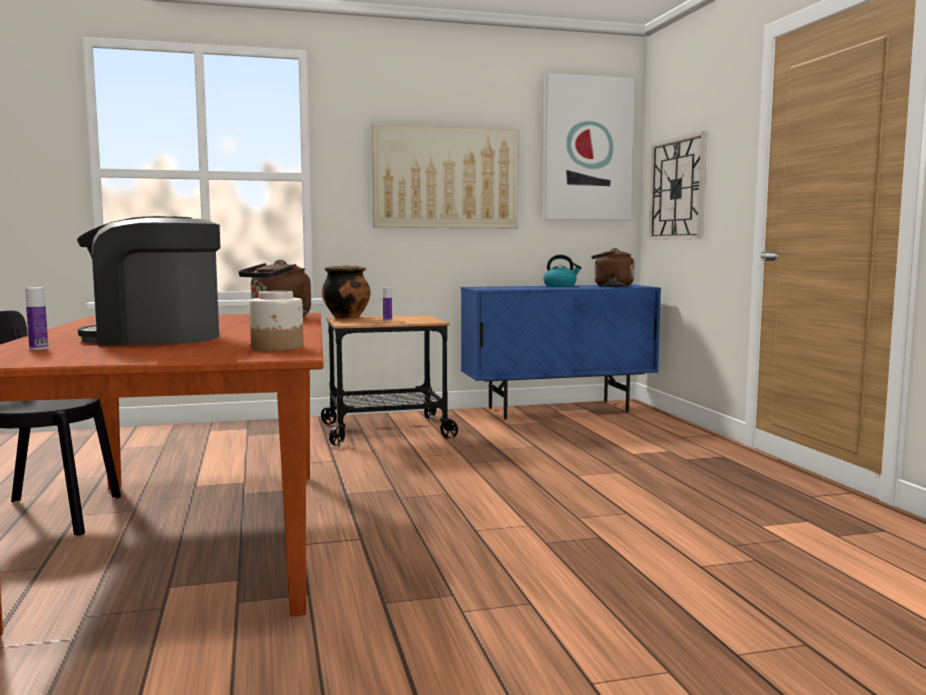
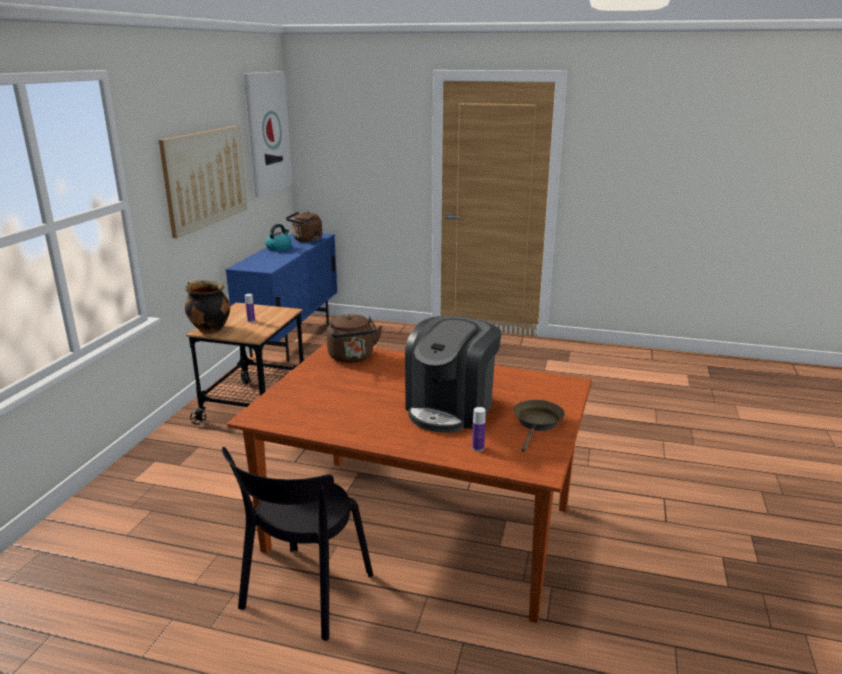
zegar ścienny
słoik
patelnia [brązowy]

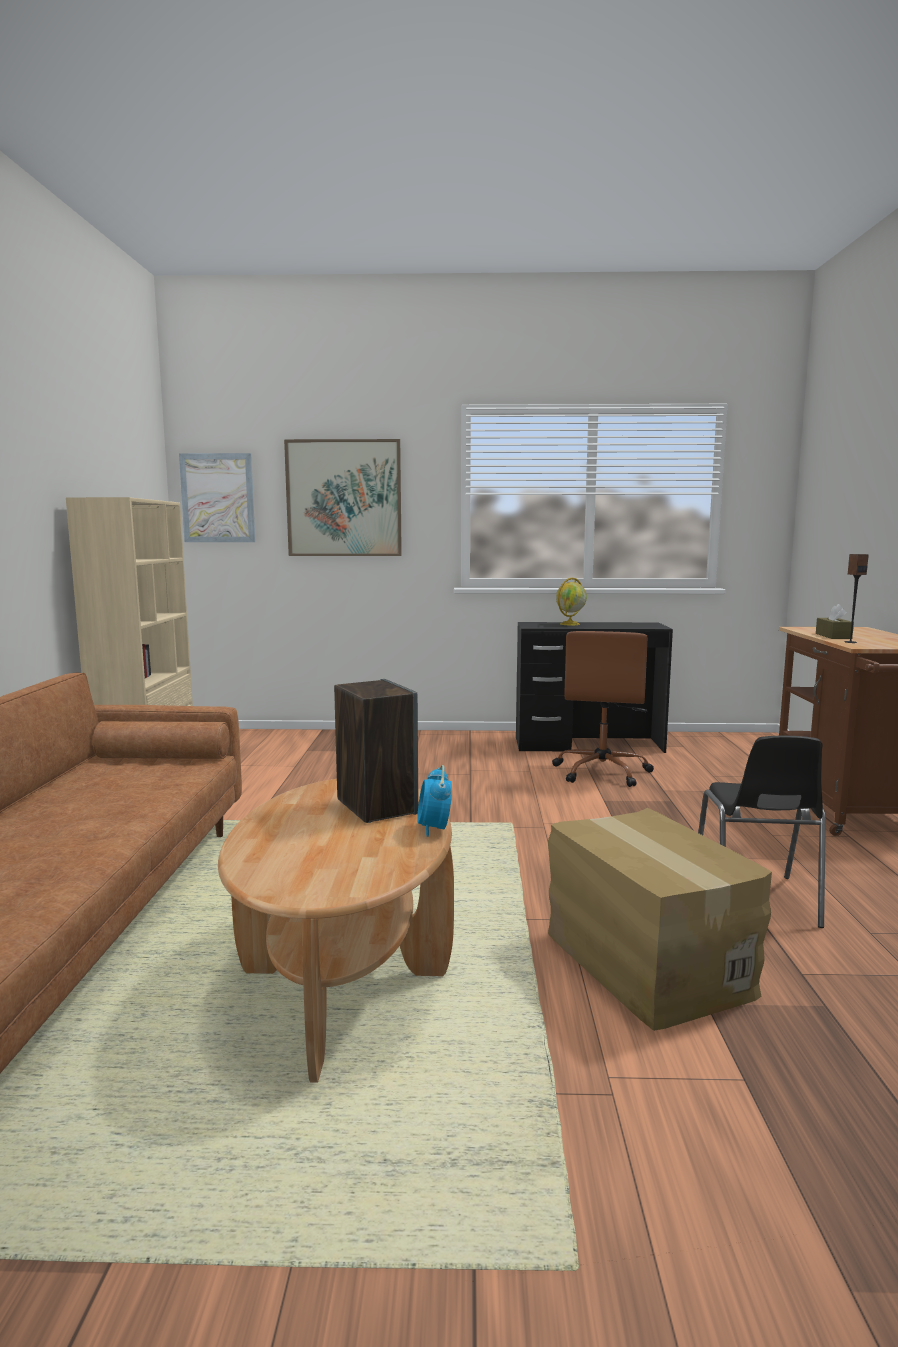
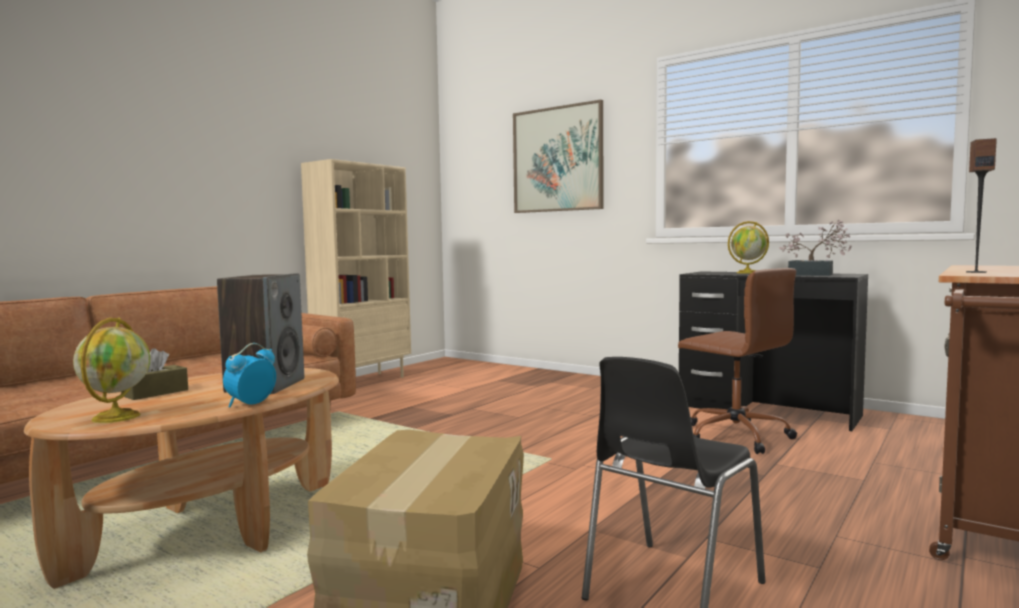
obraz (no. 1 from left in the first image)
pudełko chusteczek [brązowy]
krzesło biurowe [brązowy]
roślina doniczkowa
globus (no. 1 from left)

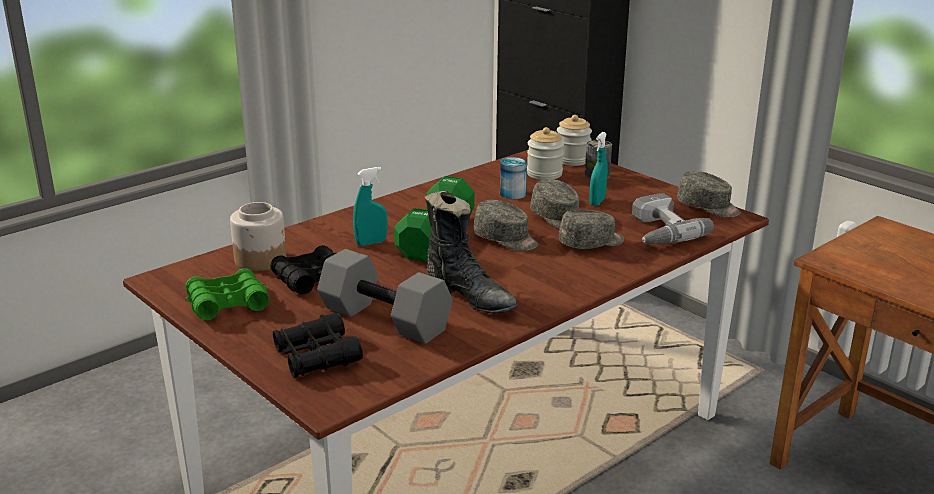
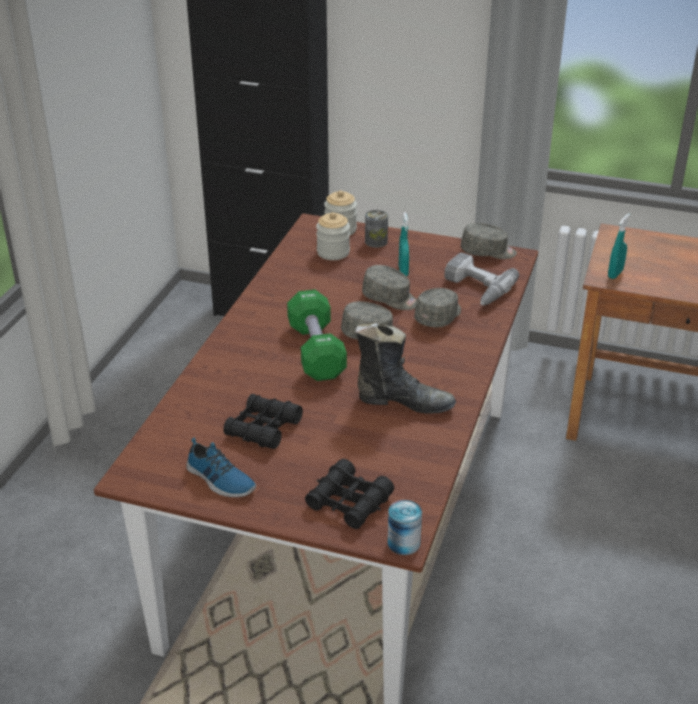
puszka (no. 2 from left)
spryskiwacz [turkusowy] (no. 2 from left)
słoik (no. 1 from left in the first image)
hantel [szary]
but

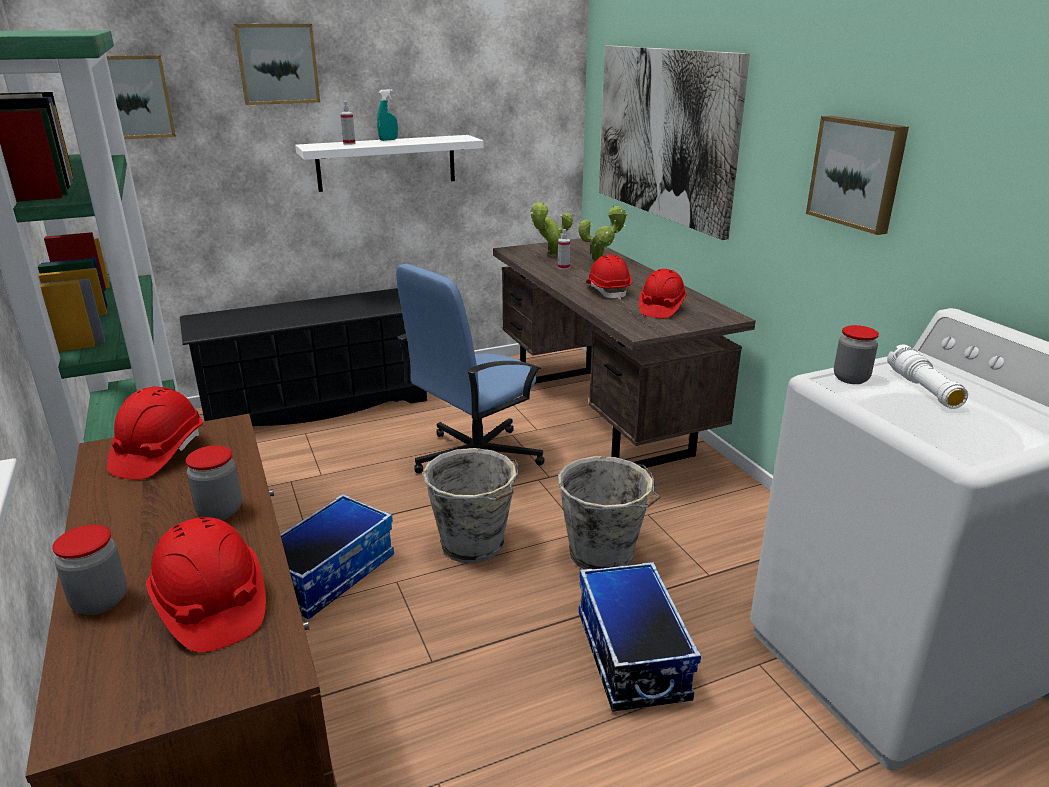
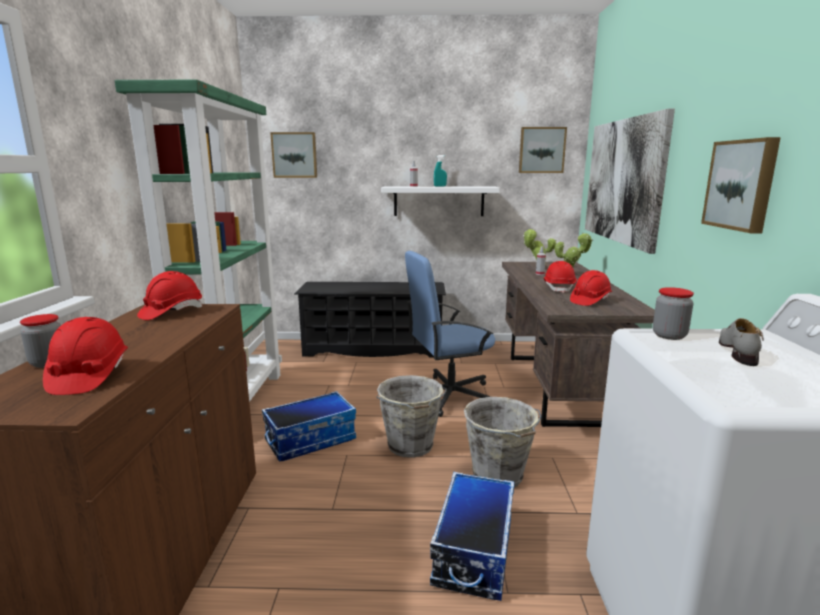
obraz (no. 2 from left)
but [szary]
słoik (no. 2 from left in the first image)

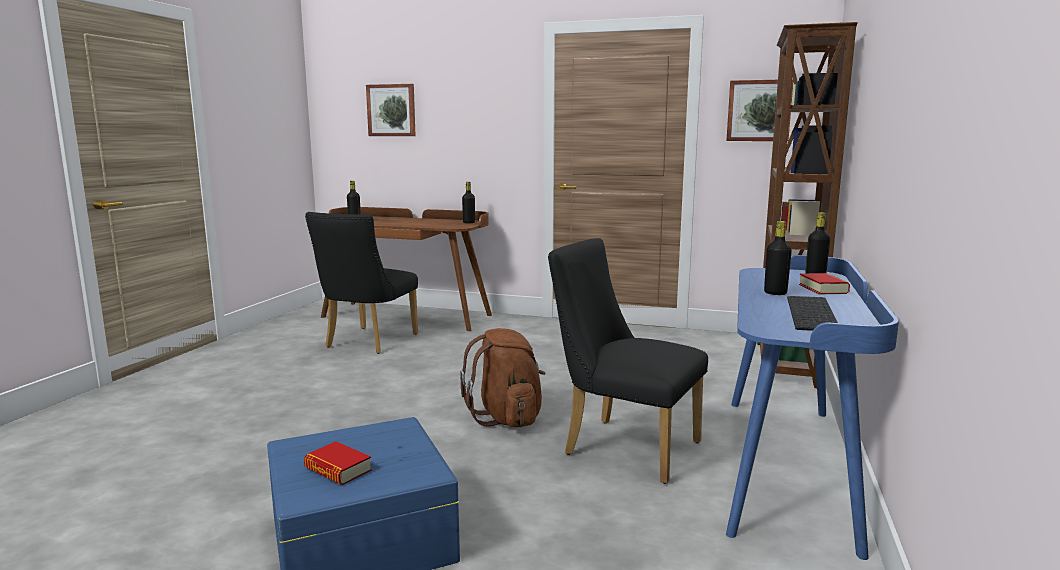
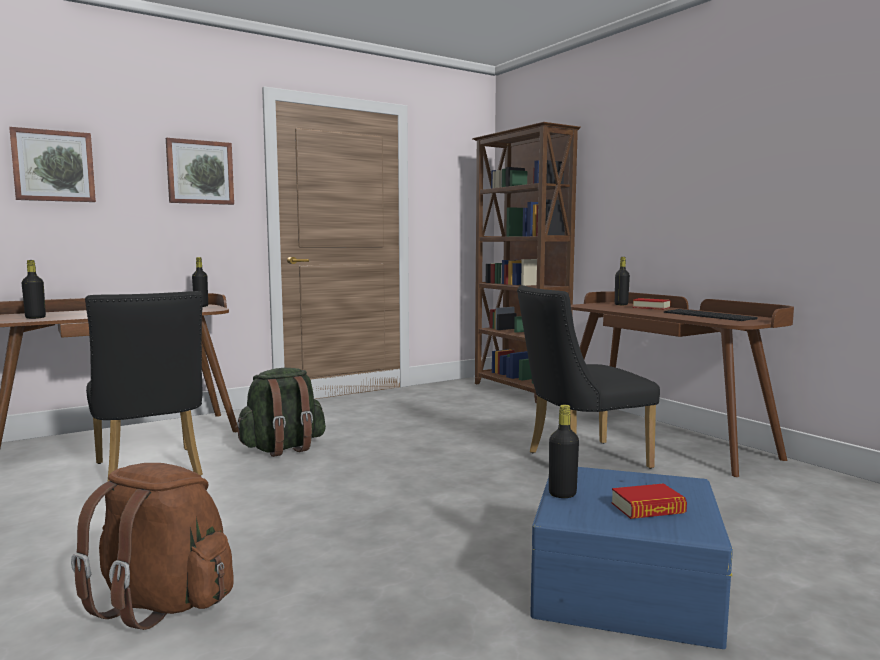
obraz (no. 2 from left)
butelka [czarny] (no. 3 from left)
biurko [brązowy] (no. 2 from left)
plecak [brązowy]
plecak [zielony]

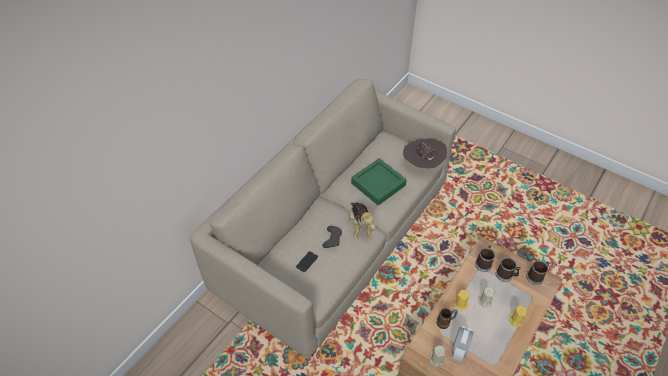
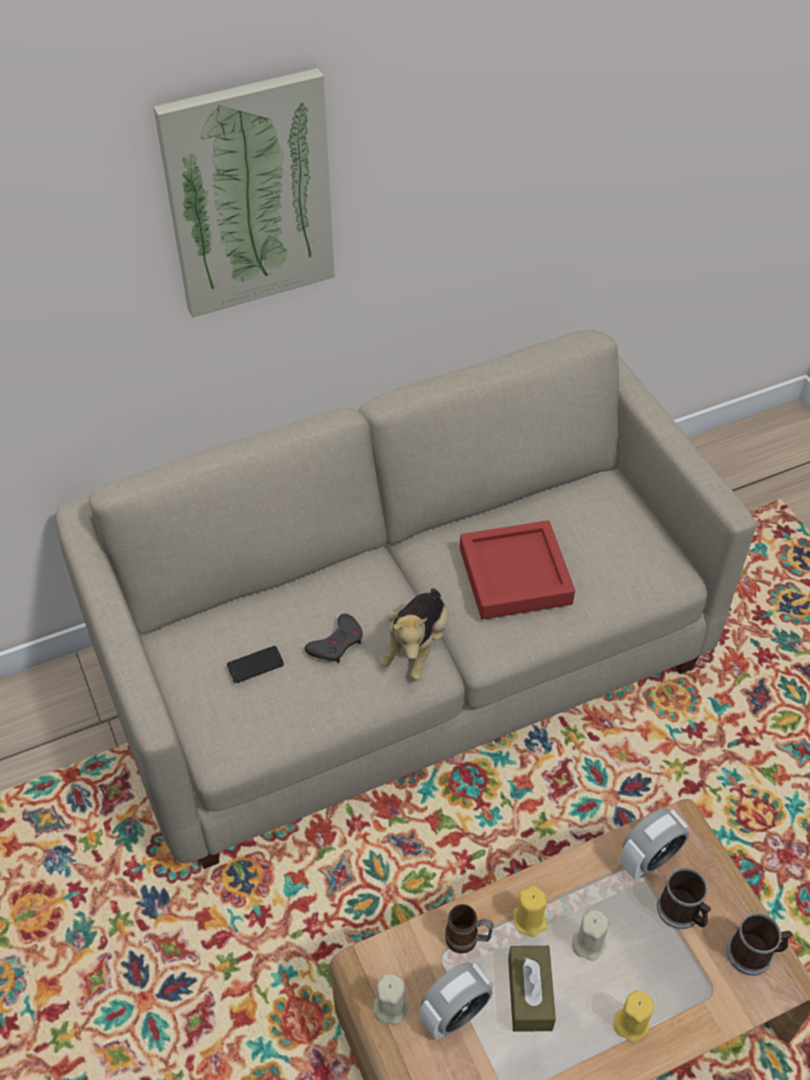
kapelusz [brązowy]
taca [czerwony]
budzik (no. 2 from left)
obraz
pudełko chusteczek [brązowy]

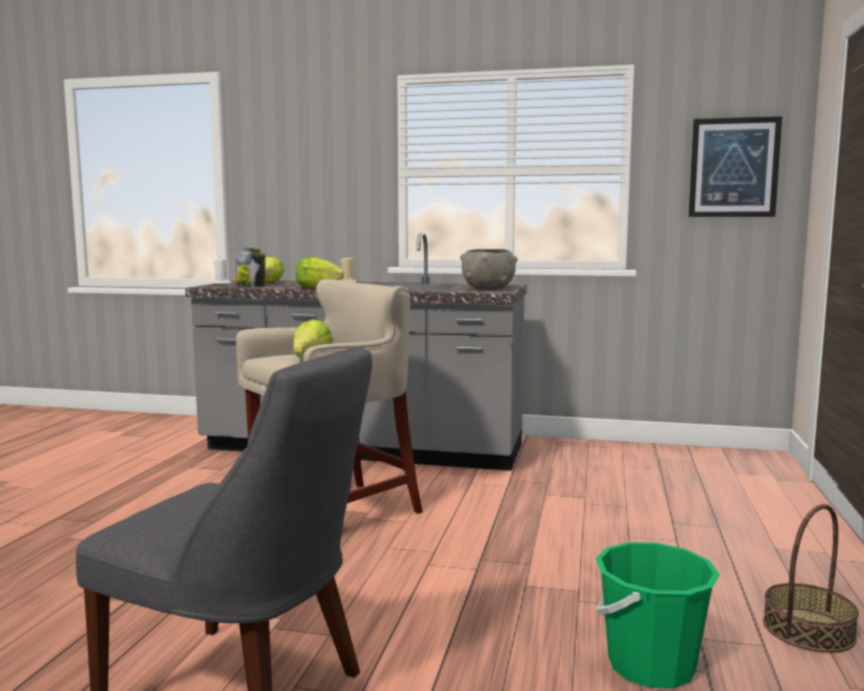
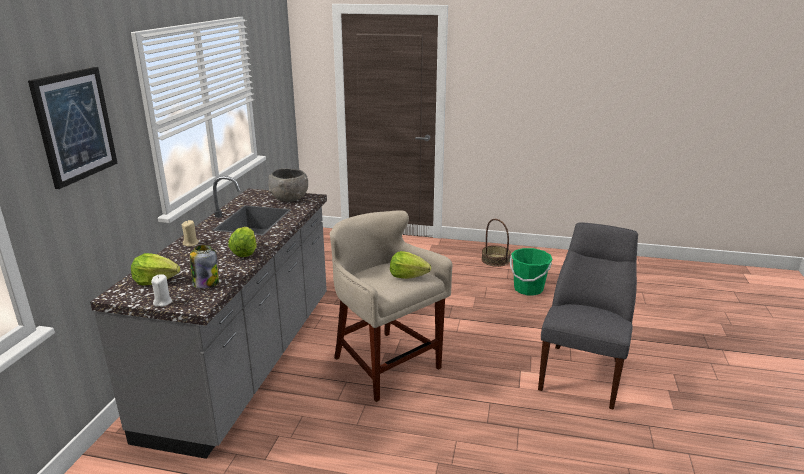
obraz

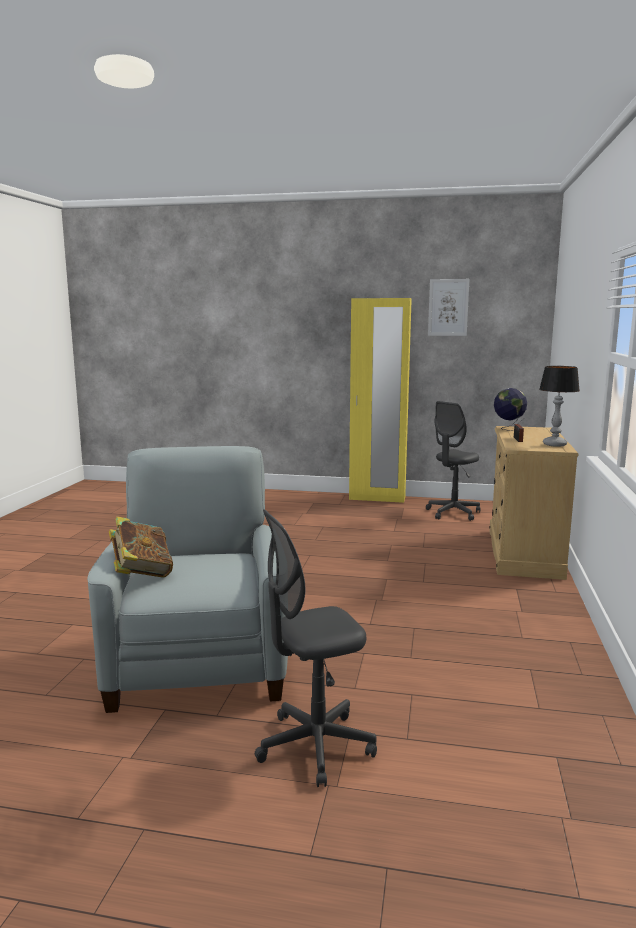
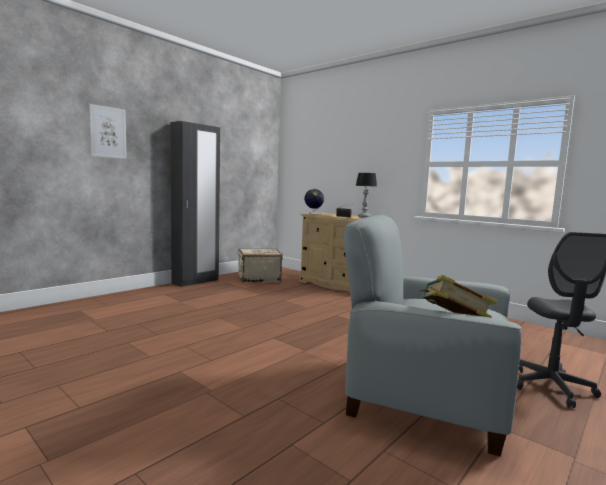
obraz
szafa [czarny]
walizka [beżowy]

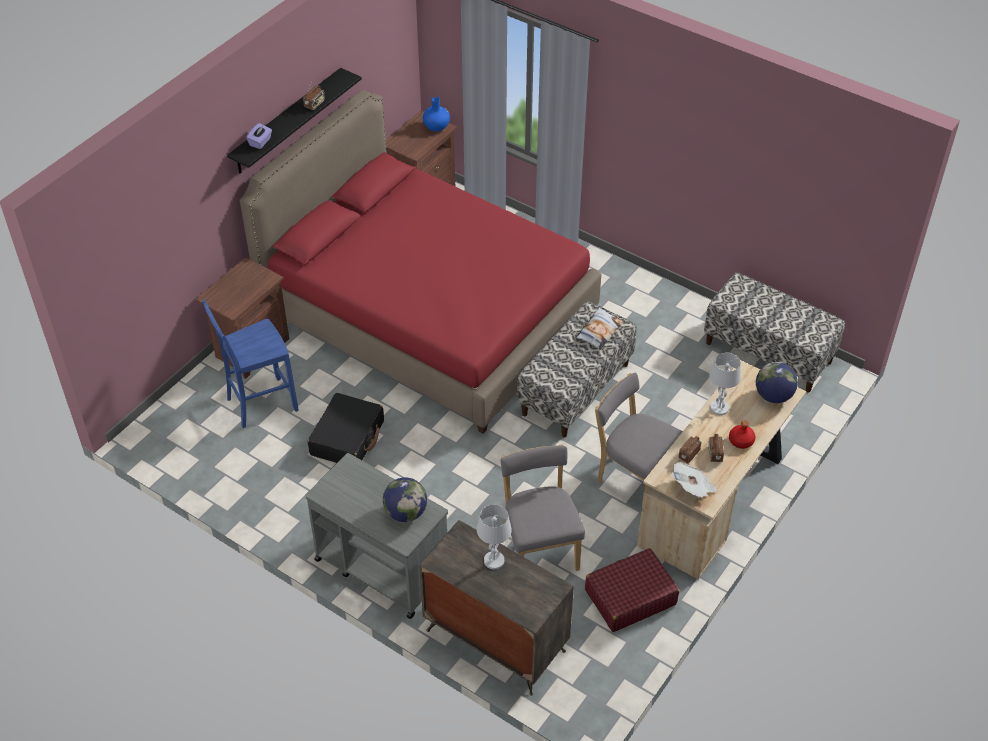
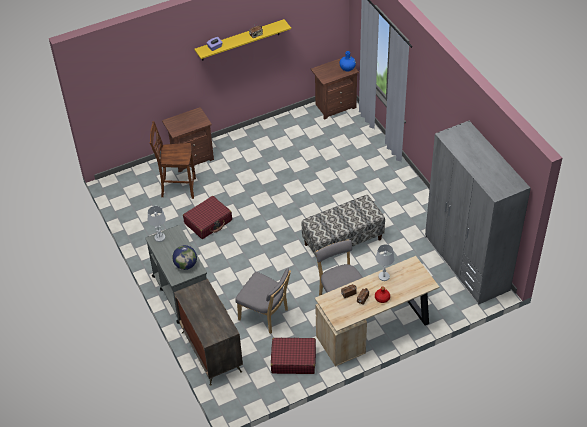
półka [żółty]
łóżko [czerwony]
szafa [szary]
krzesło [brązowy]
poduszka
globus (no. 2 from left in the first image)
walizka [czerwony] (no. 1 from left)
krzesło [szary] (no. 1 from left)
gazeta
lampa stołowa [biały] (no. 1 from left)

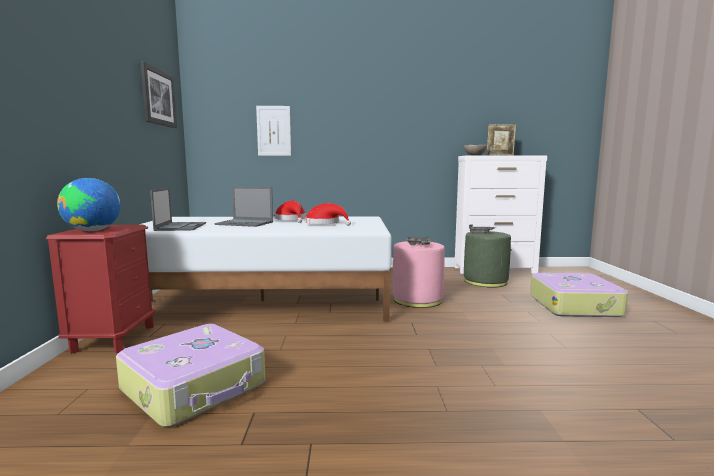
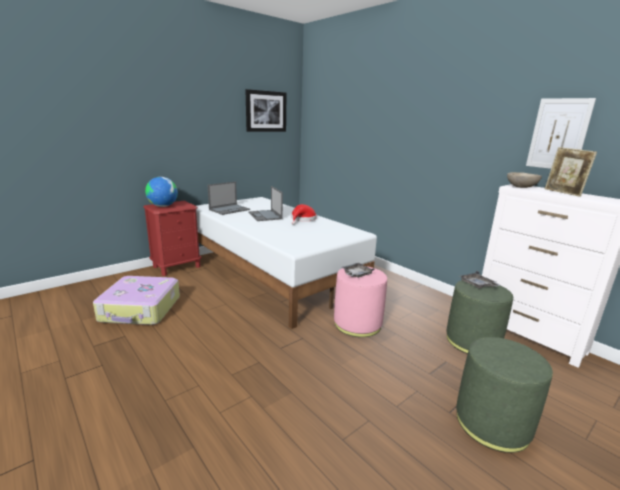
obraz (no. 2 from left)
kapelusz [czerwony] (no. 2 from left in the first image)
pufa [zielony] (no. 2 from left)

